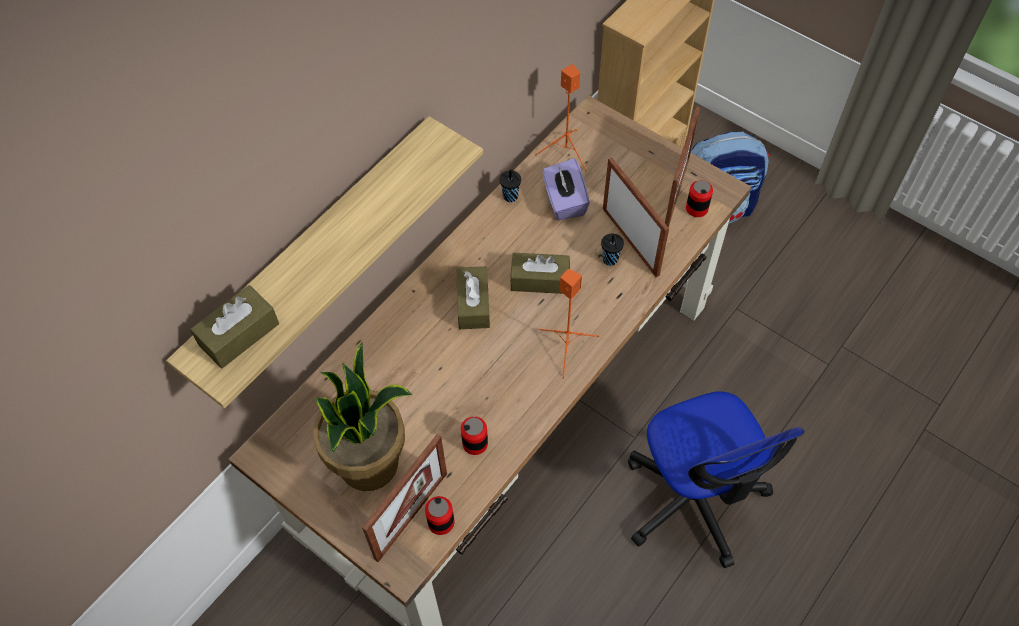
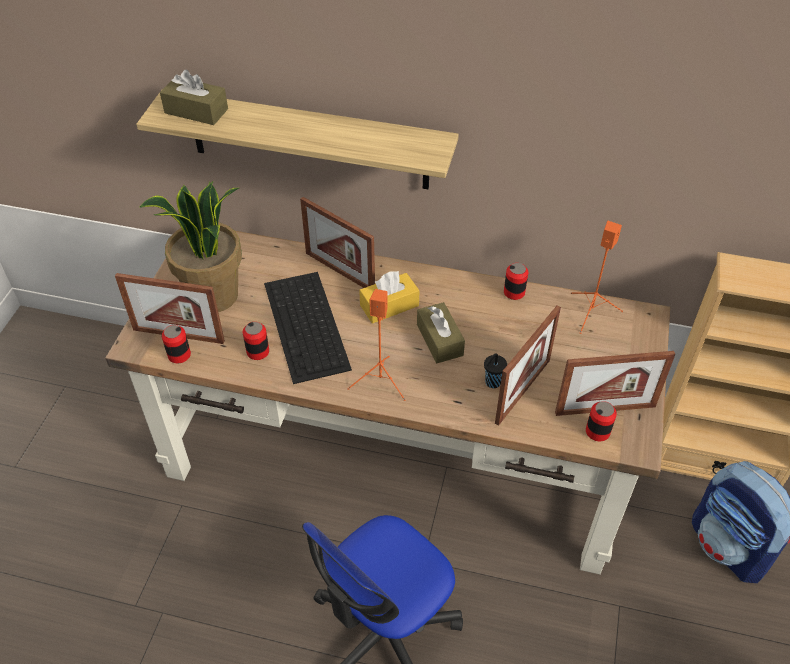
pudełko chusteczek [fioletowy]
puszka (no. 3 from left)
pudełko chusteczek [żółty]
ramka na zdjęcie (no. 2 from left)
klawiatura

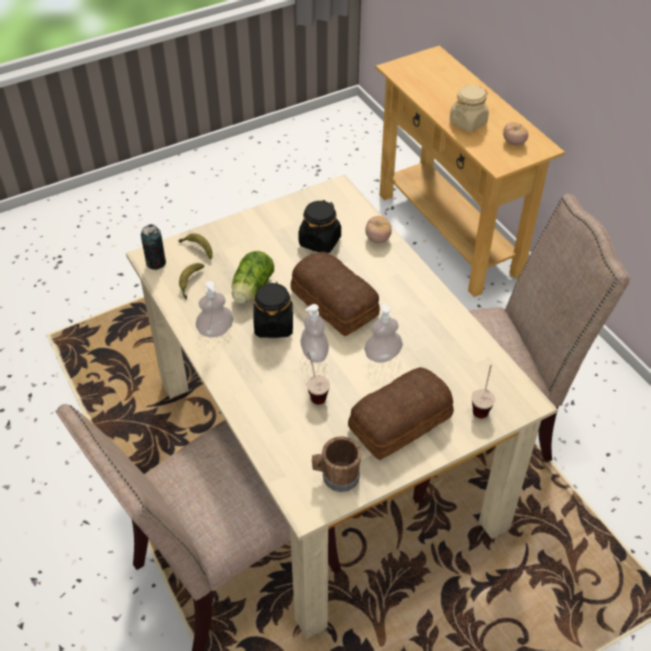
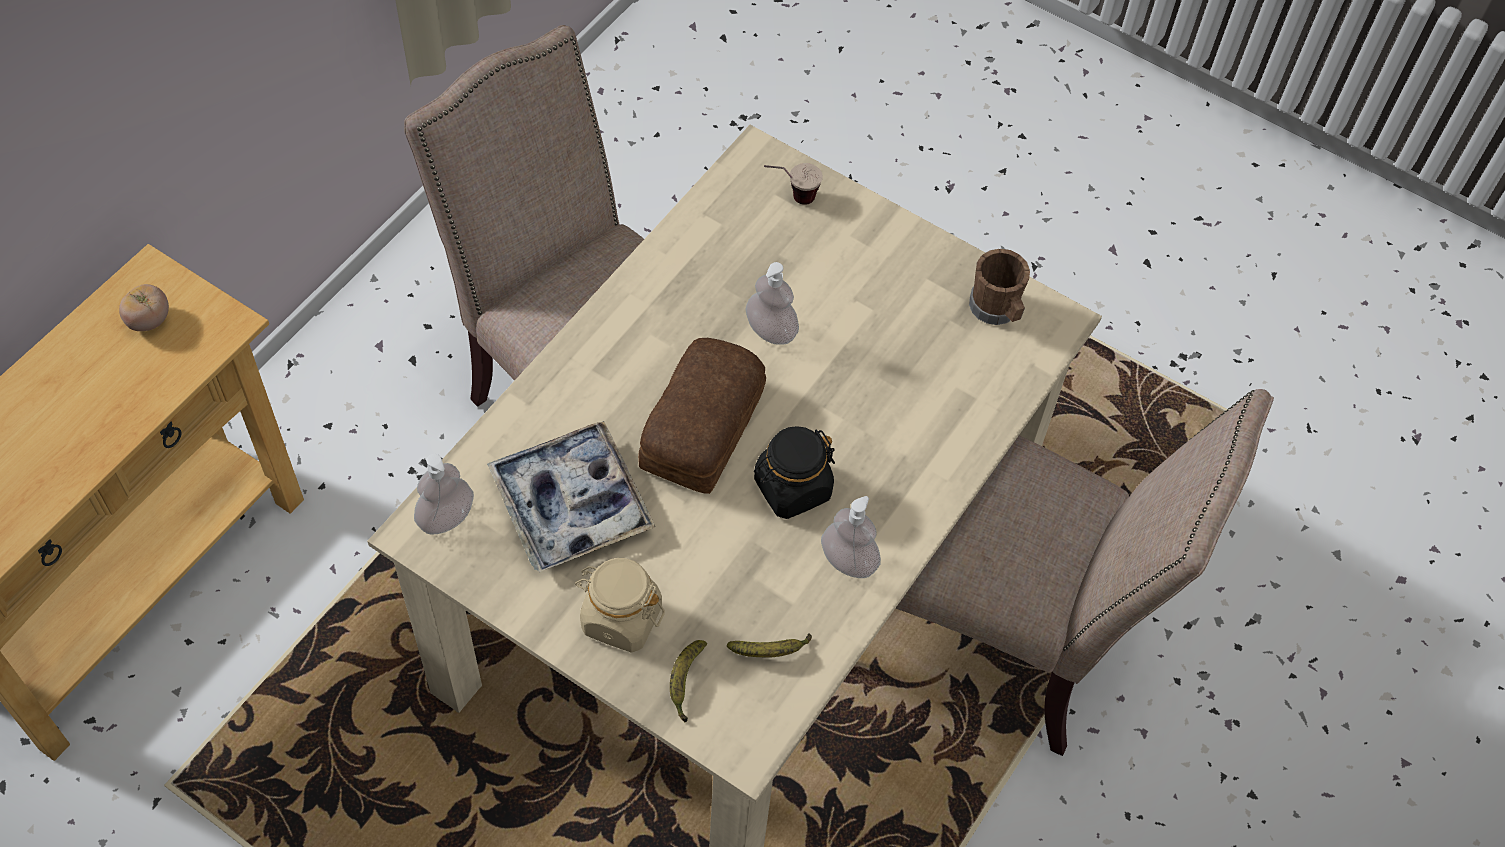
słoik [beżowy]
taca
pomidor (no. 1 from left in the first image)
puszka
sałata
dozownik mydła (no. 1 from left)
filiżanka (no. 1 from left in the first image)
chleb (no. 2 from left in the first image)

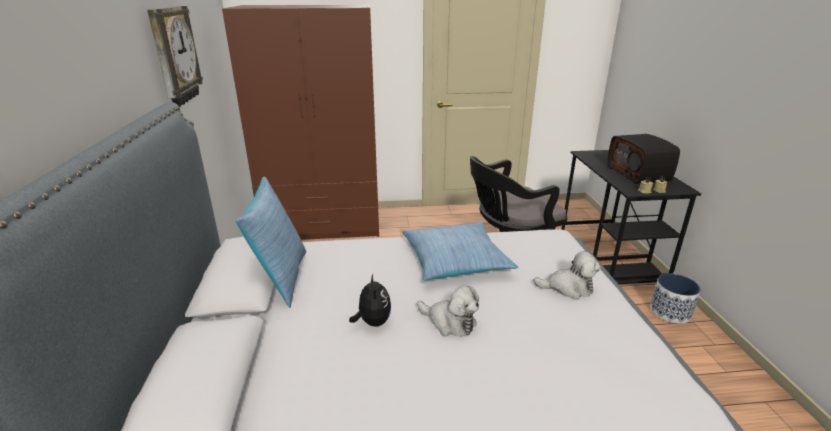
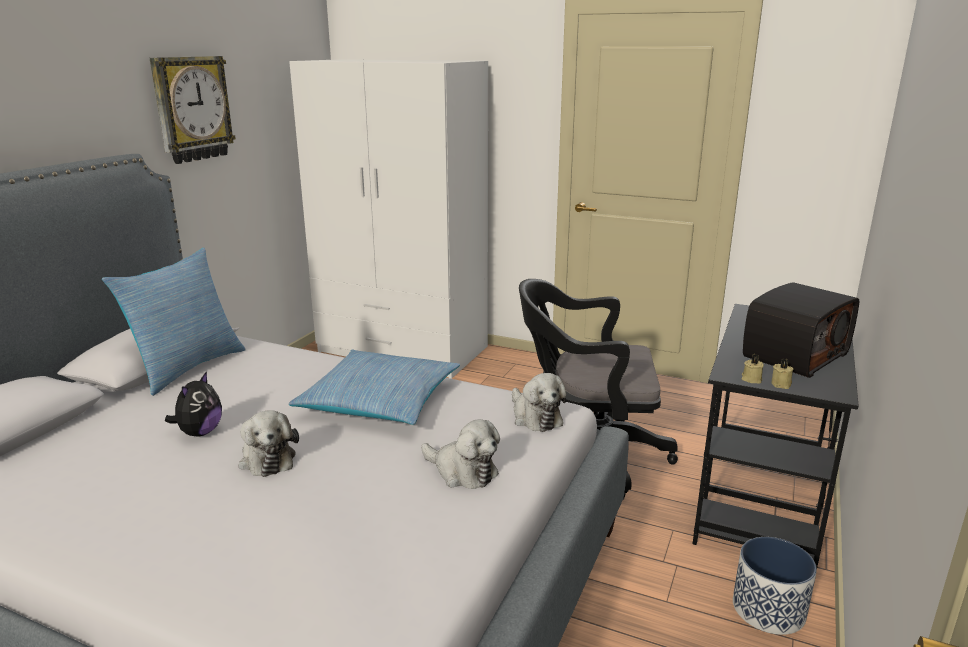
szafa [biały]
radio
pluszak (no. 4 from left)

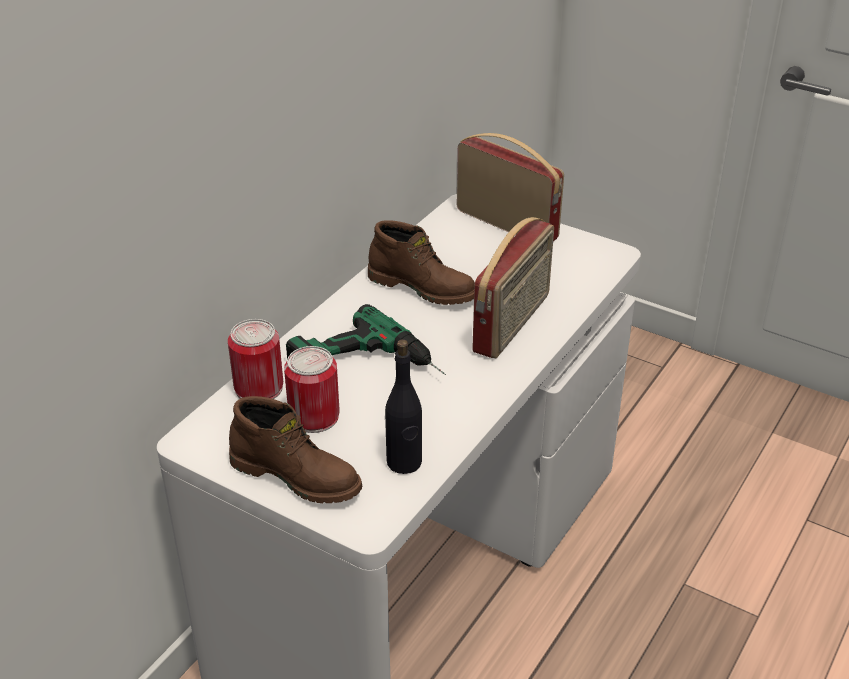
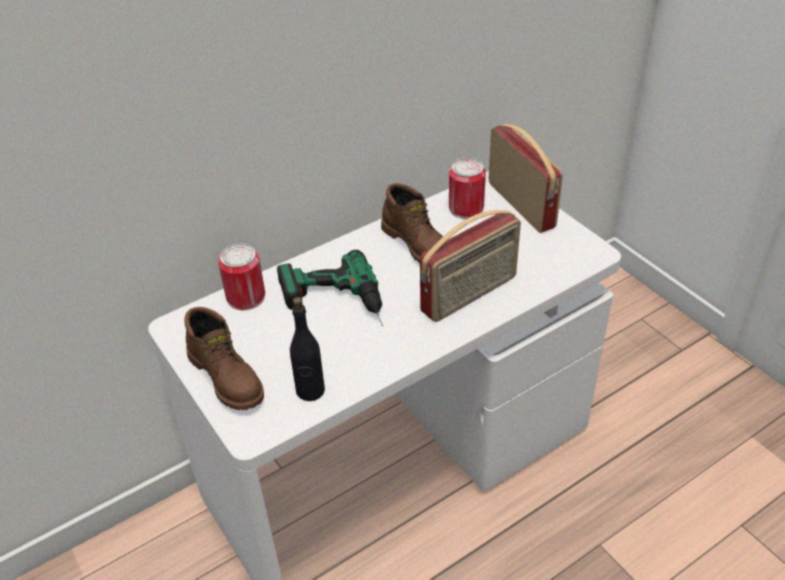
puszka (no. 2 from left)

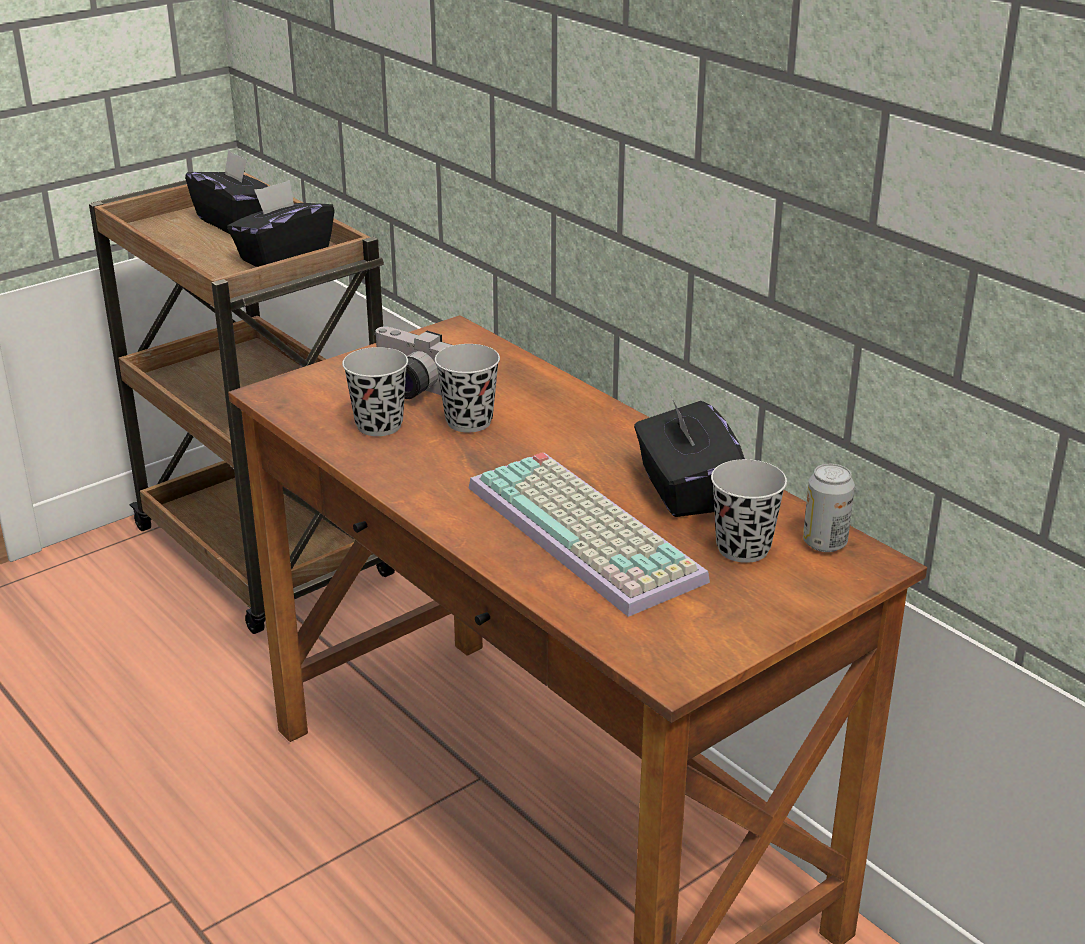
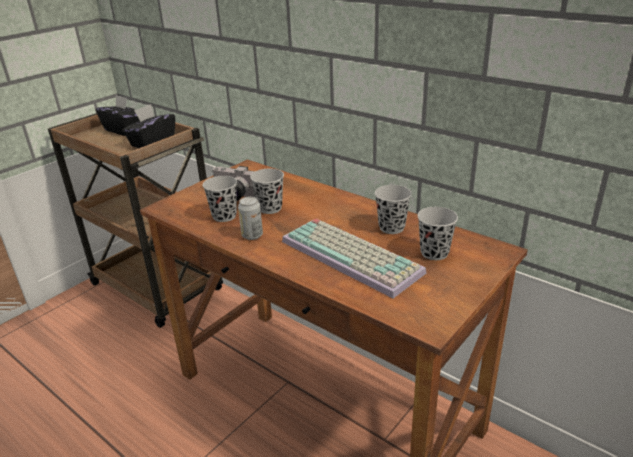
filiżanka [czarny] (no. 3 from left)
puszka

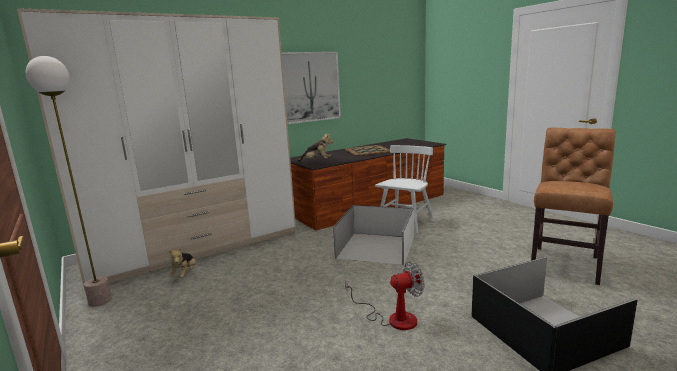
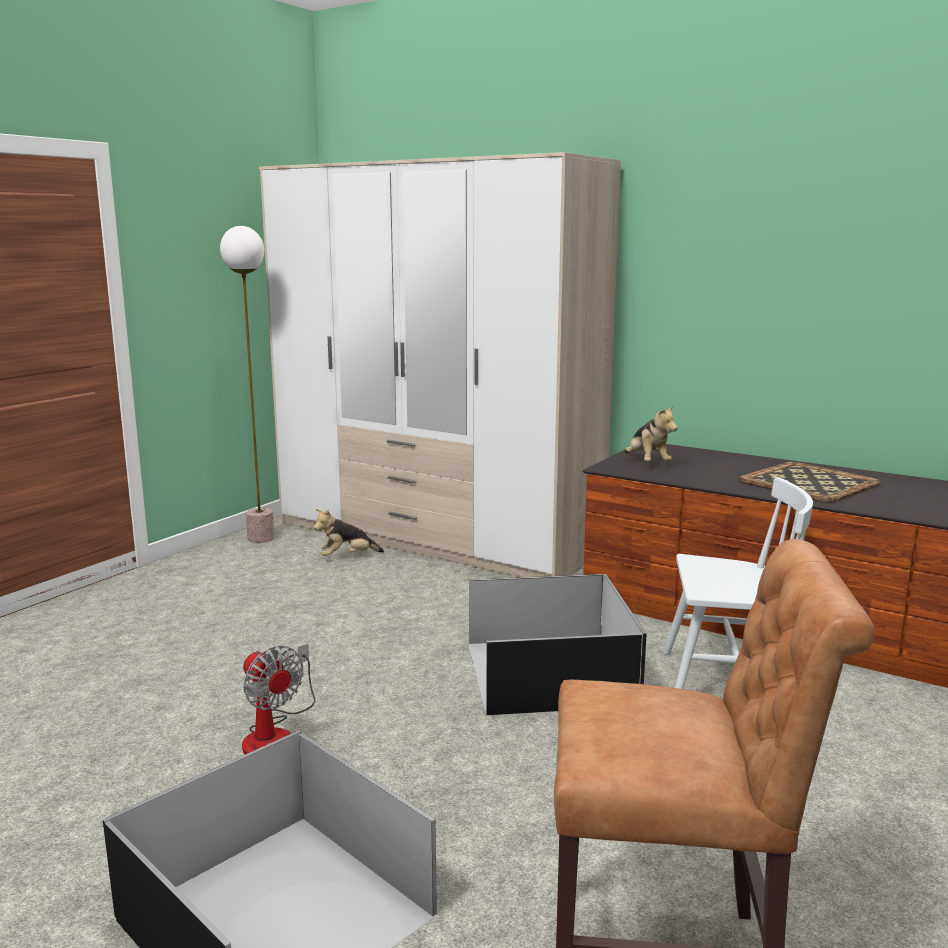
obraz
pojemnik do przechowywania [czarny] (no. 2 from left)

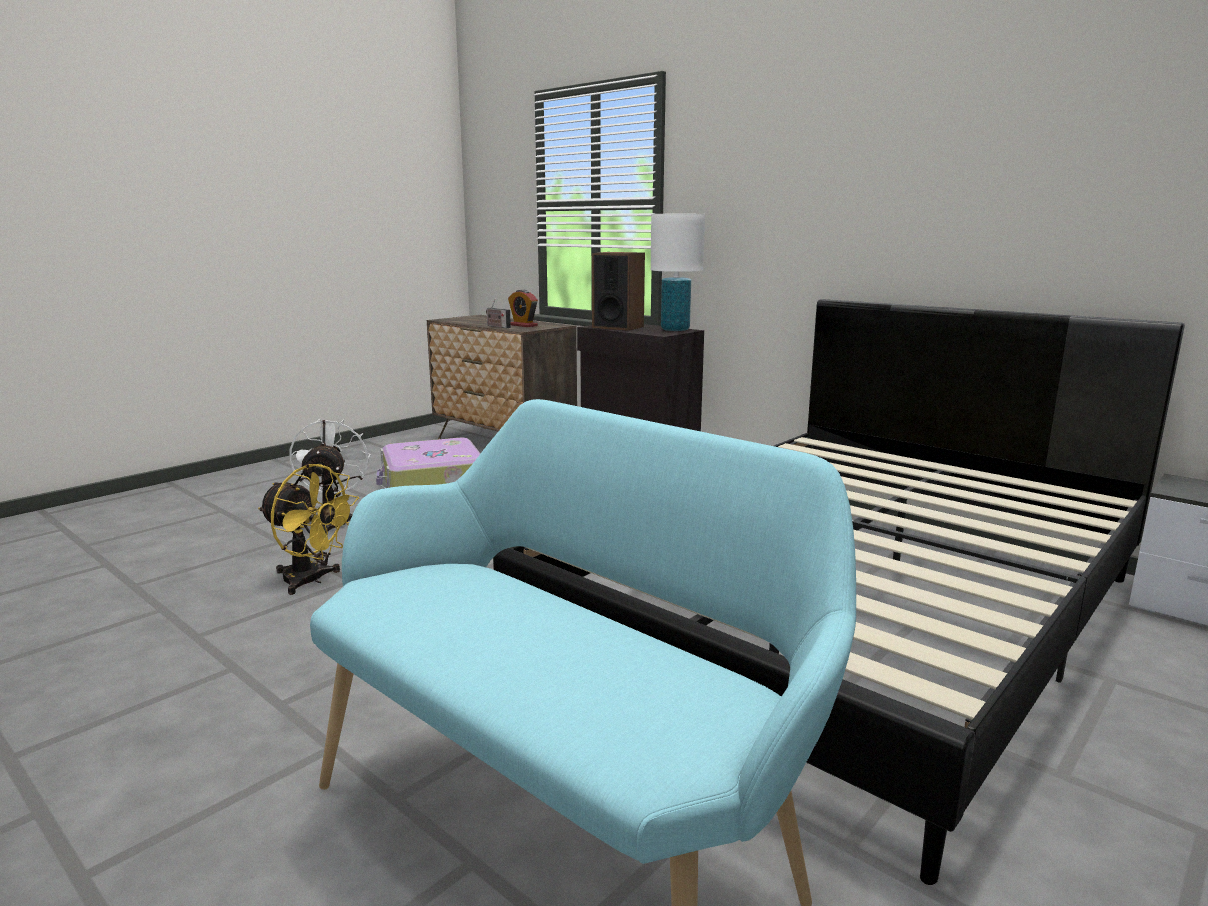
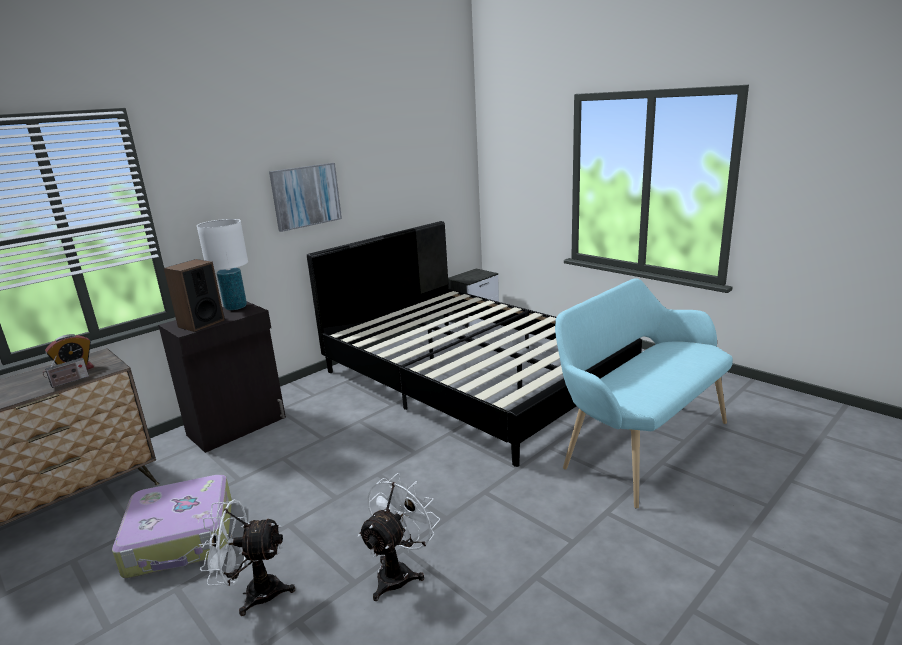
wentylator [biały] (no. 2 from left)
obraz

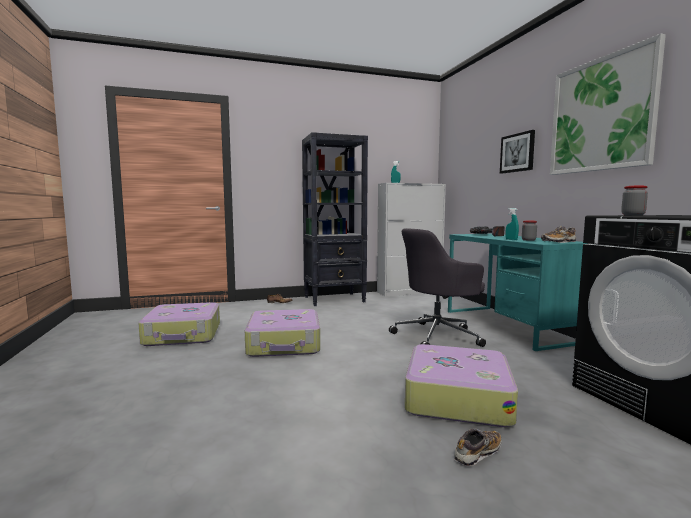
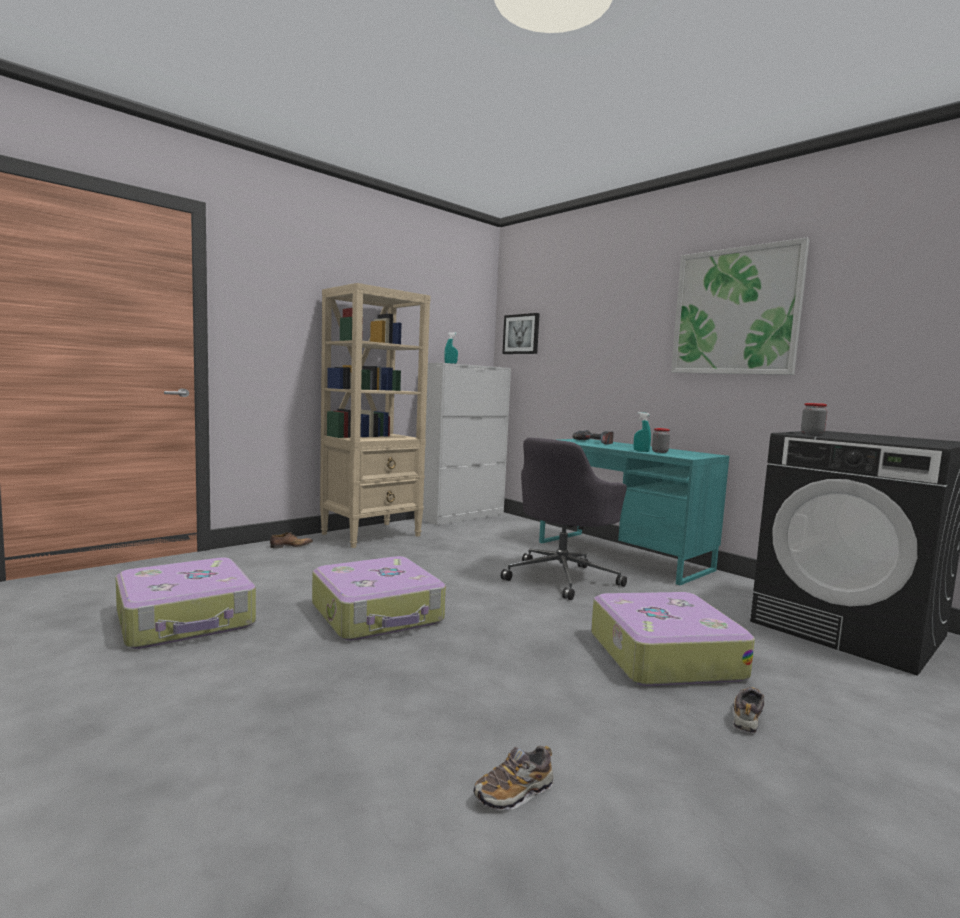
obraz (no. 1 from left)
regał [beżowy]
but (no. 2 from left)

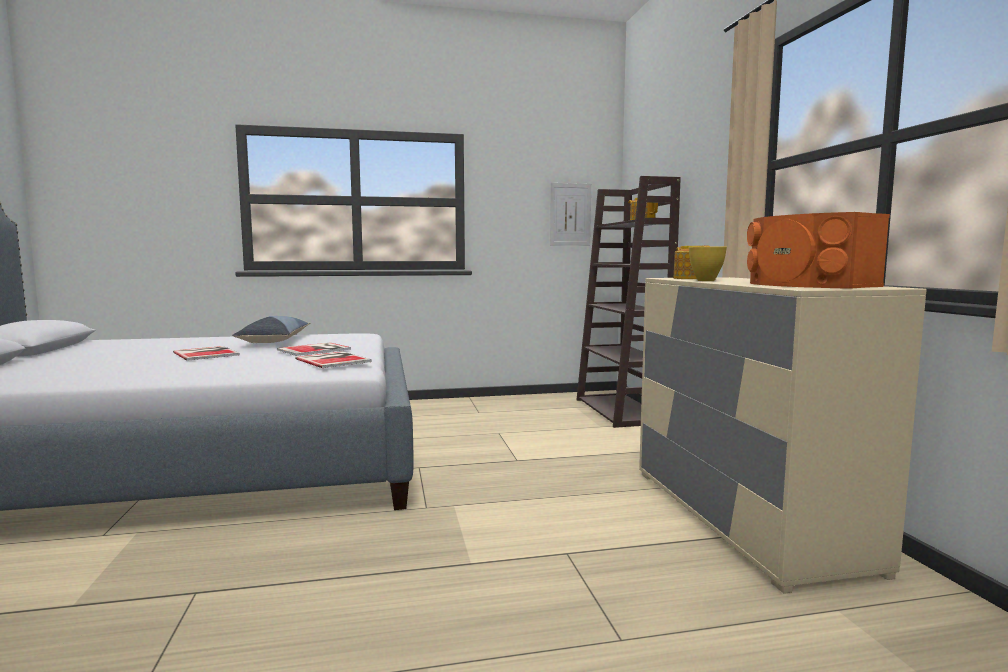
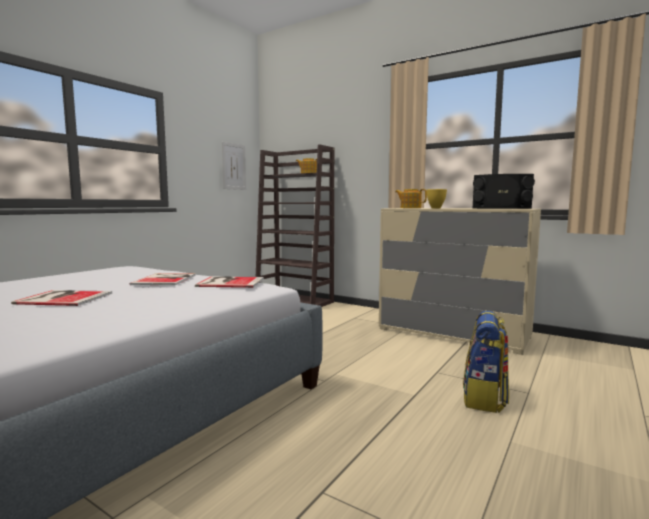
głośnik [czarny]
poduszka
plecak

